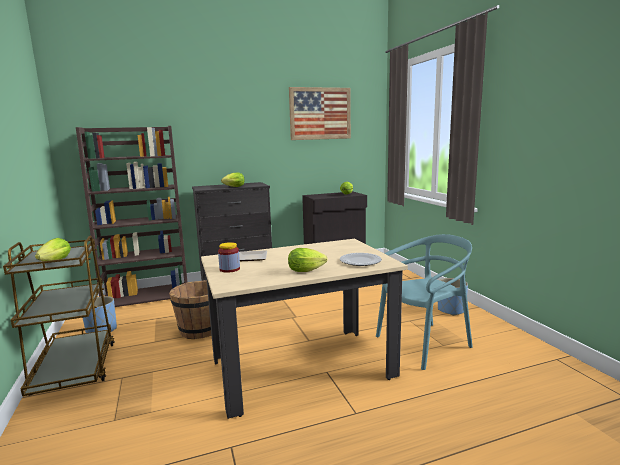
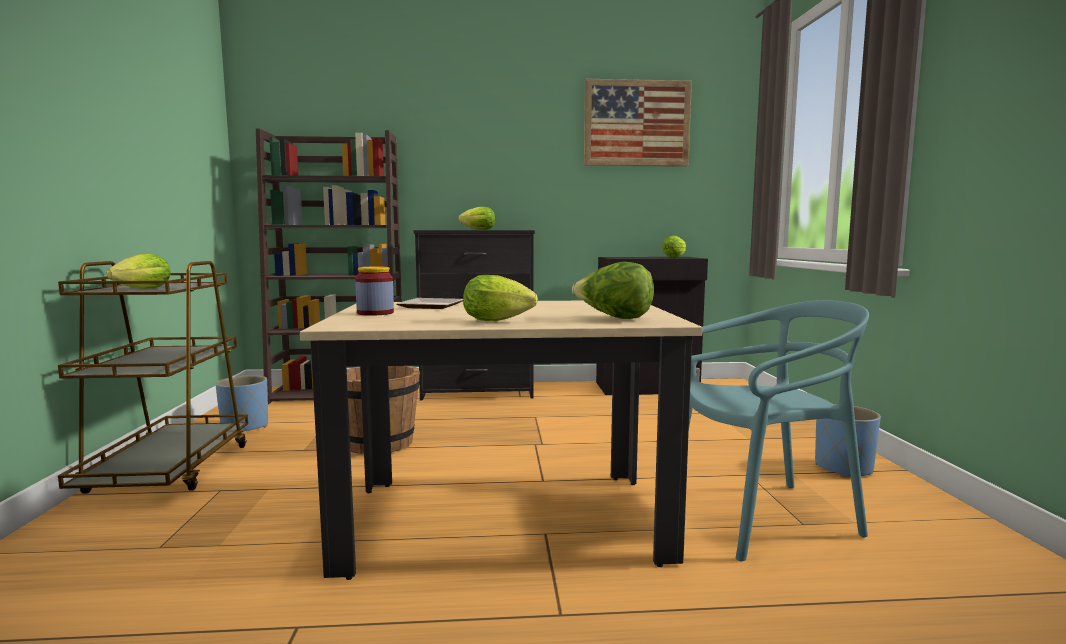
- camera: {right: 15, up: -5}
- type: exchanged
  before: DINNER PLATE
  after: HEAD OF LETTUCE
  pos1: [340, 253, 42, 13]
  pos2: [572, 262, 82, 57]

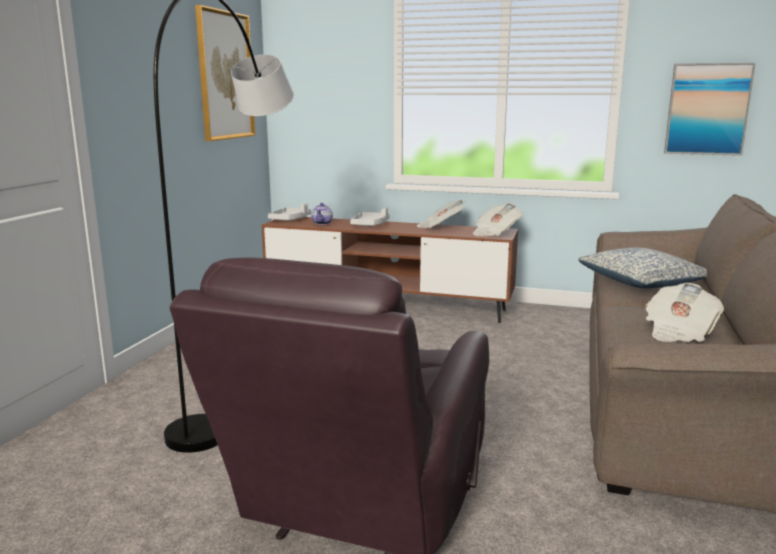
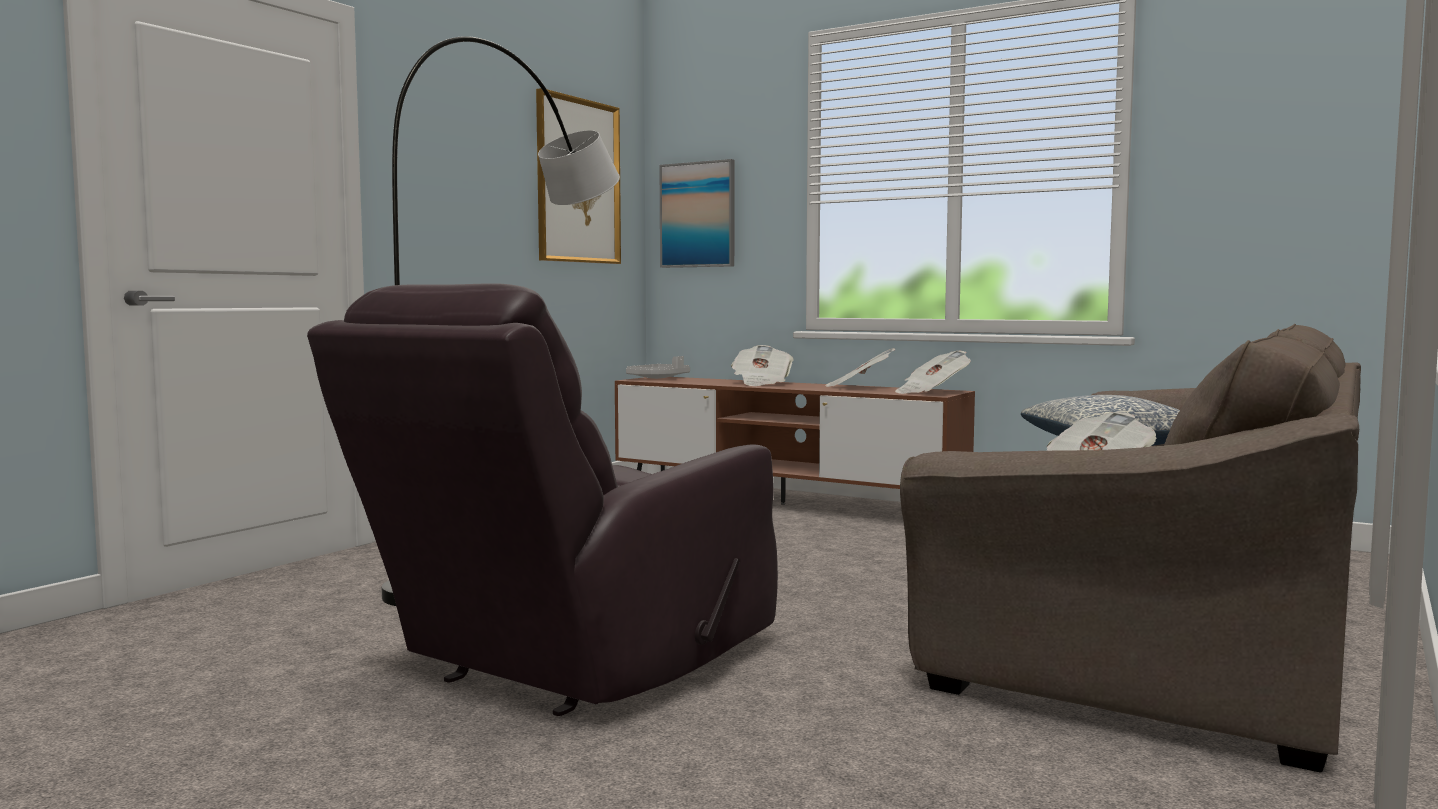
- camera: {right: 15, up: -10}
- type: relocated
  before: PICTURE
  pos1: [664, 63, 92, 93]
  pos2: [660, 159, 75, 109]
- type: missing
  before: TEAPOT
  pos1: [311, 203, 22, 22]
- type: exchanged
  before: GRAY TRAY
  after: PRINTED PAPER
  pos1: [350, 207, 40, 19]
  pos2: [731, 345, 63, 41]

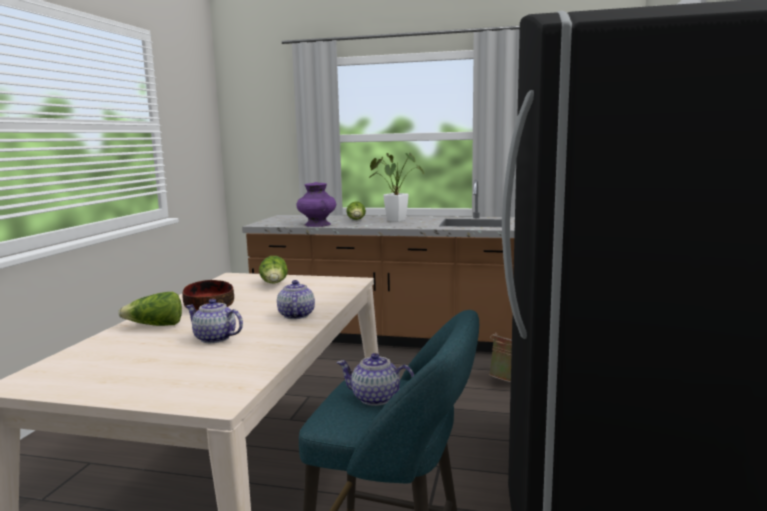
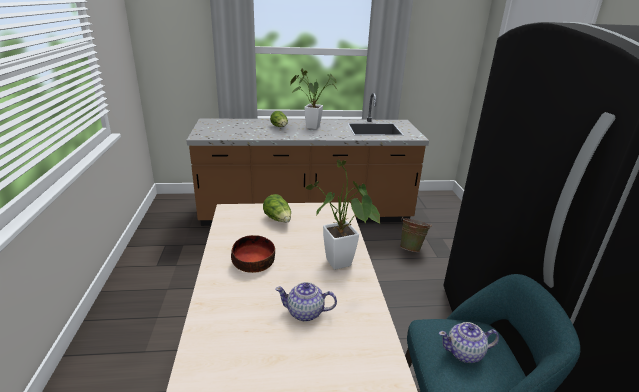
- camera: {right: -20, up: 15}
- type: missing
  before: PURPLISH DECORATIVE VASE
  pos1: [296, 182, 40, 45]
- type: exchanged
  before: TEAPOT
  after: PLANT IN A POT
  pos1: [277, 280, 38, 39]
  pos2: [306, 160, 74, 110]
- type: missing
  before: HEAD OF LETTUCE
  pos1: [118, 292, 64, 34]

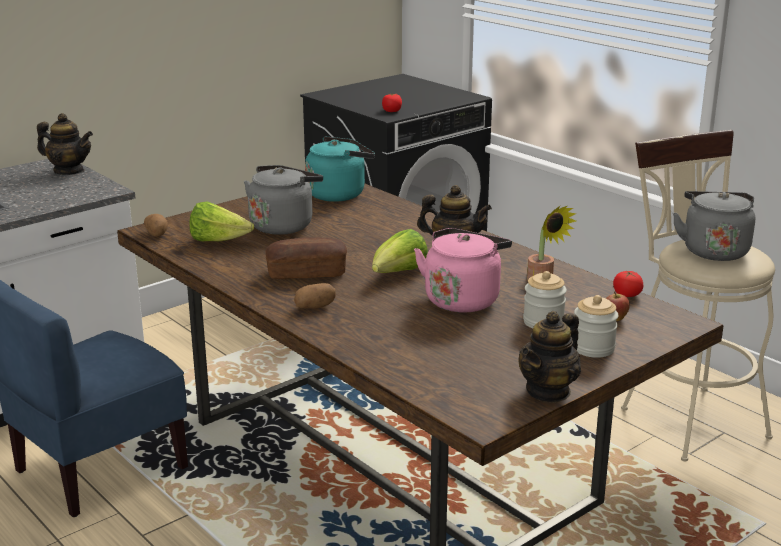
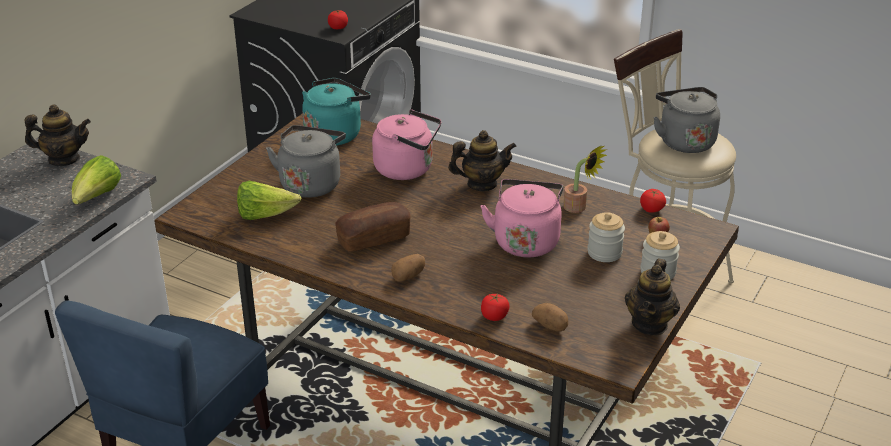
- camera: {right: -20, up: 10}
- type: relocated
  before: SPUD
  pos1: [144, 214, 24, 23]
  pos2: [532, 303, 36, 28]
- type: relocated
  before: HEAD OF LETTUCE
  pos1: [372, 229, 56, 44]
  pos2: [72, 155, 49, 49]
- type: appeared
  after: PINK KETTLE
  pos2: [372, 109, 69, 71]
- type: appeared
  after: WHOLE TOMATO
  pos2: [481, 294, 28, 27]

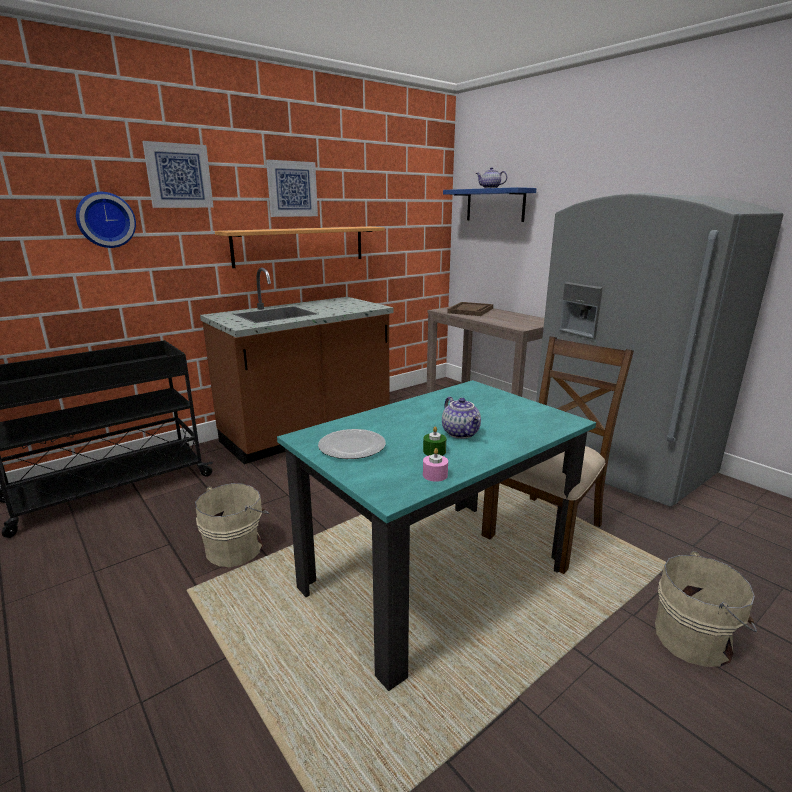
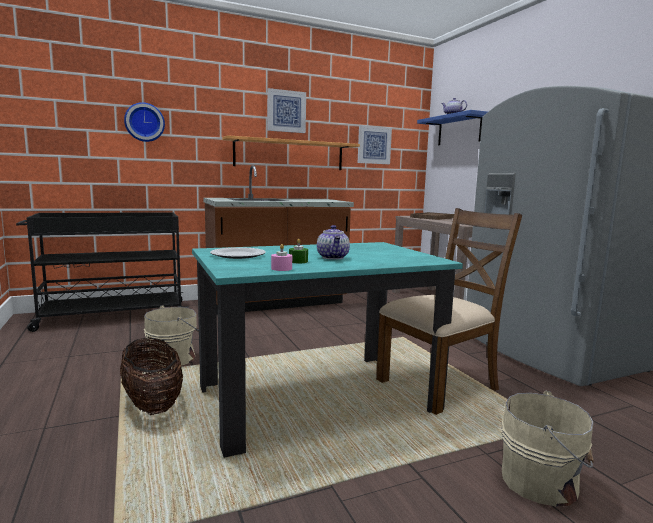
- camera: {right: 15, up: -10}
- type: relocated
  before: PICTURE
  pos1: [142, 141, 72, 67]
  pos2: [358, 125, 34, 39]
- type: appeared
  after: STORAGE BASKET
  pos2: [120, 337, 63, 78]

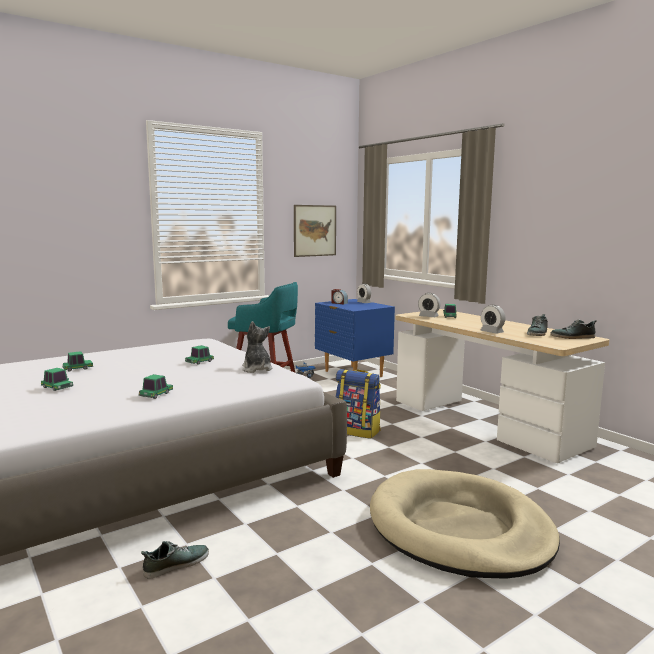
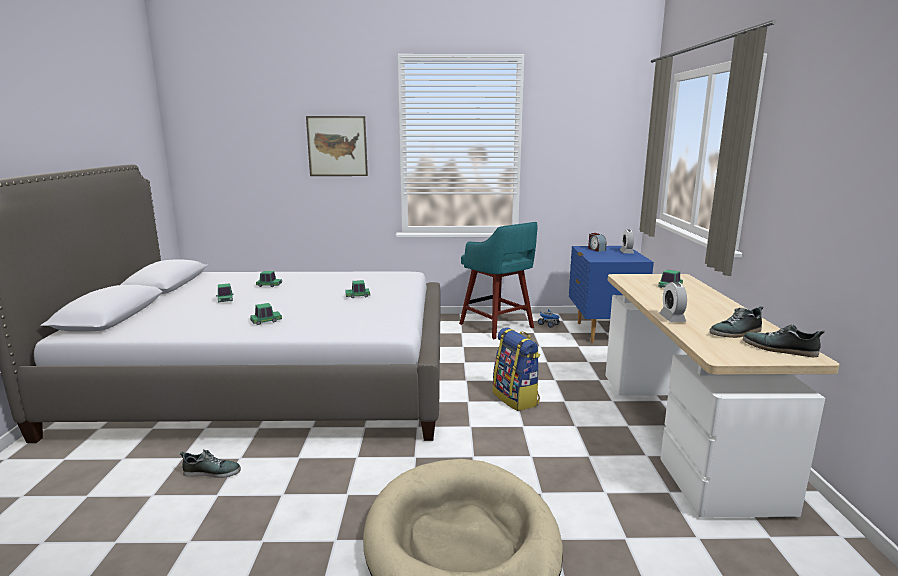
- camera: {right: 35, up: 5}
- type: relocated
  before: PICTURE
  pos1: [294, 205, 42, 52]
  pos2: [306, 116, 62, 60]
- type: missing
  before: ALARM CLOCK
  pos1: [418, 293, 23, 24]
- type: missing
  before: SOFT TOY
  pos1: [242, 321, 31, 52]

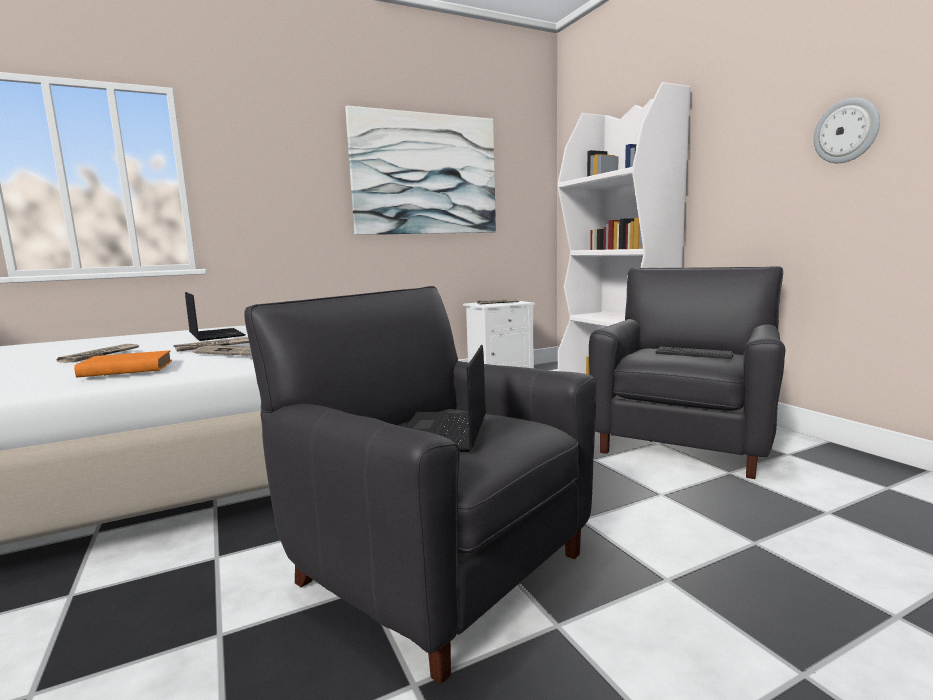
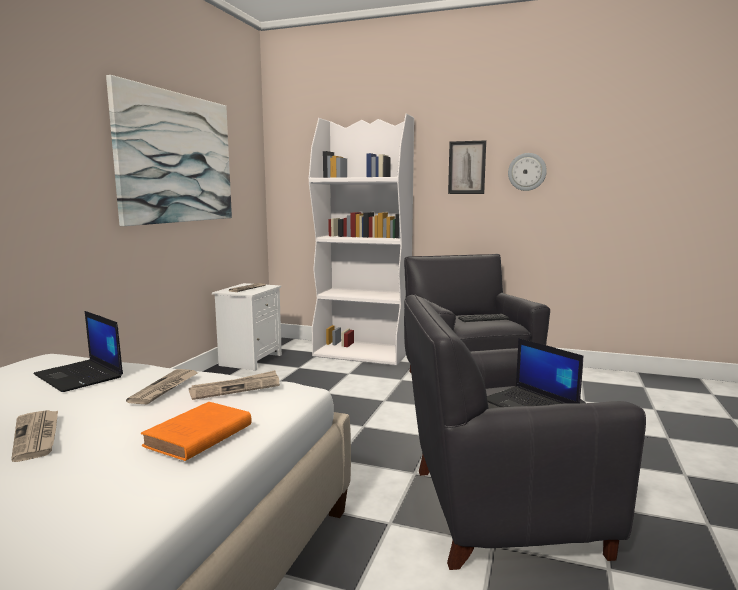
- camera: {right: -45, up: 0}
- type: spun
  before: PORTABLE COMPUTER
  pos1: [185, 292, 60, 49]
  pos2: [34, 311, 89, 81]
  turn: -150
- type: appeared
  after: PICTURE
  pos2: [448, 140, 38, 54]

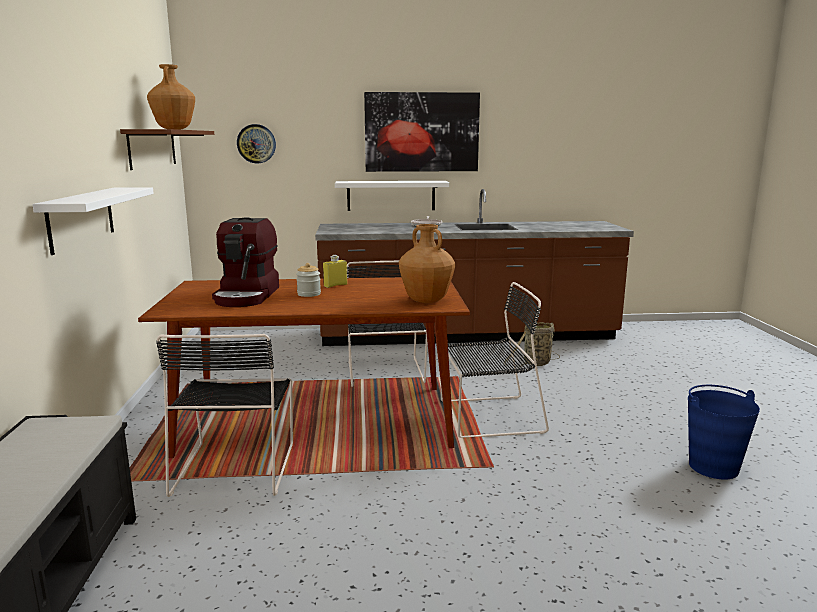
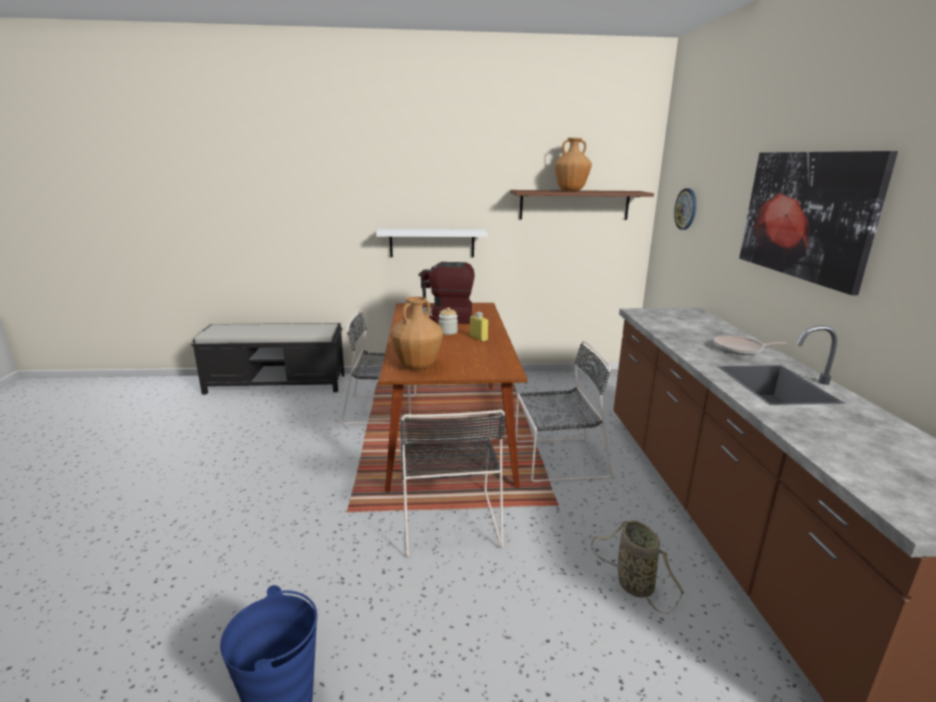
- camera: {right: 90, up: 5}
- type: missing
  before: WHITE WALL SHELF
  pos1: [335, 181, 114, 30]

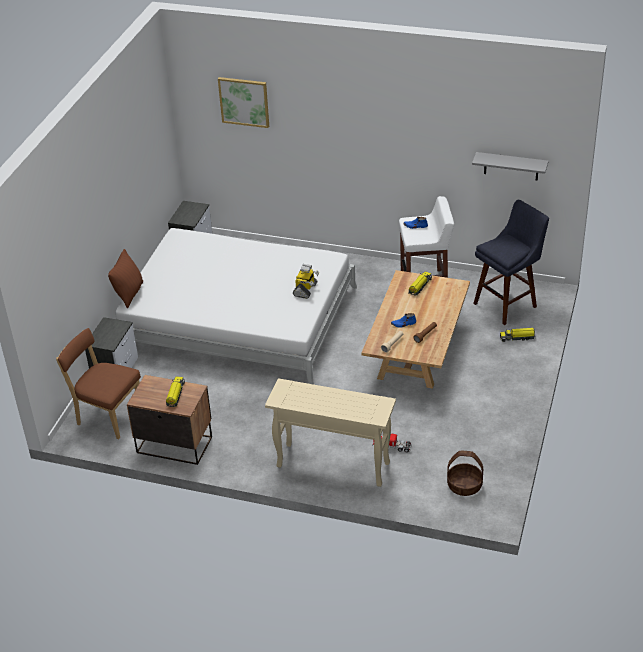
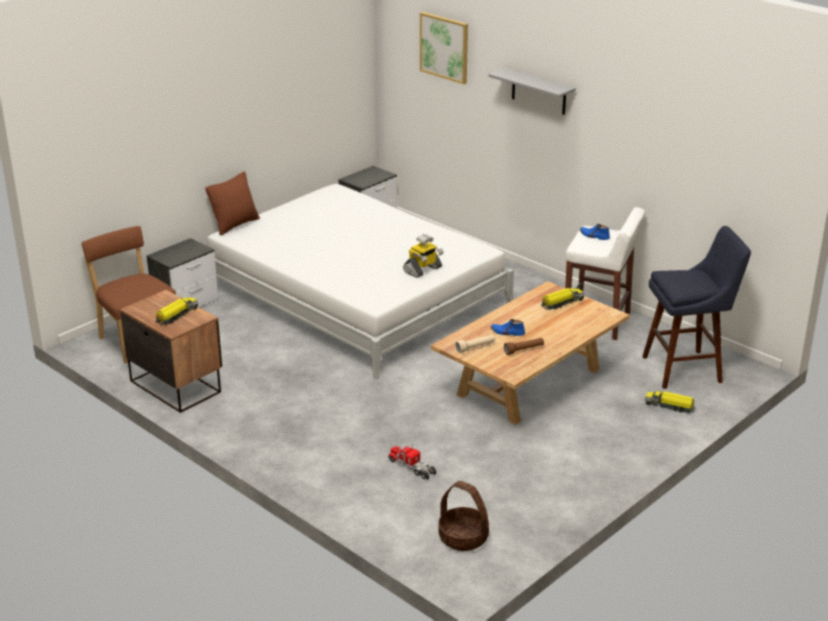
- camera: {right: 25, up: -10}
- type: relocated
  before: GRAY WALL SHELF
  pos1: [472, 152, 77, 29]
  pos2: [488, 68, 88, 47]
- type: missing
  before: BEIGE-COLOURED NARROW TABLE
  pos1: [265, 378, 131, 109]

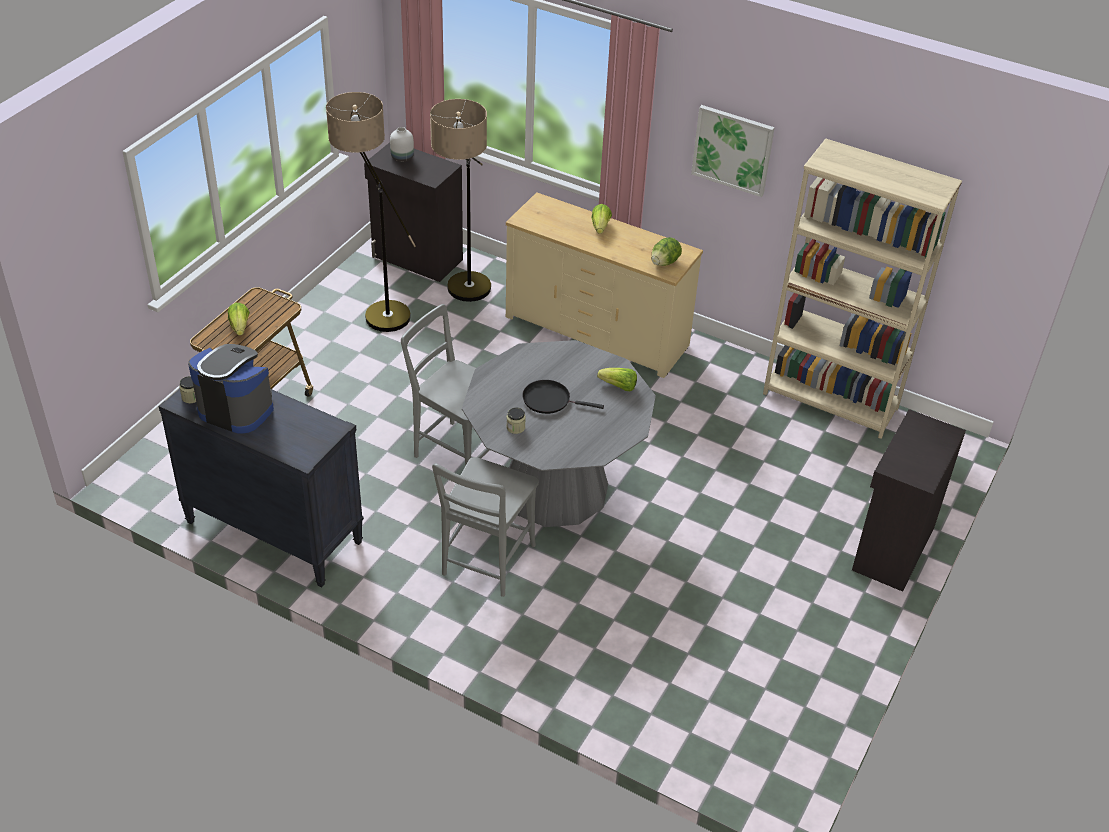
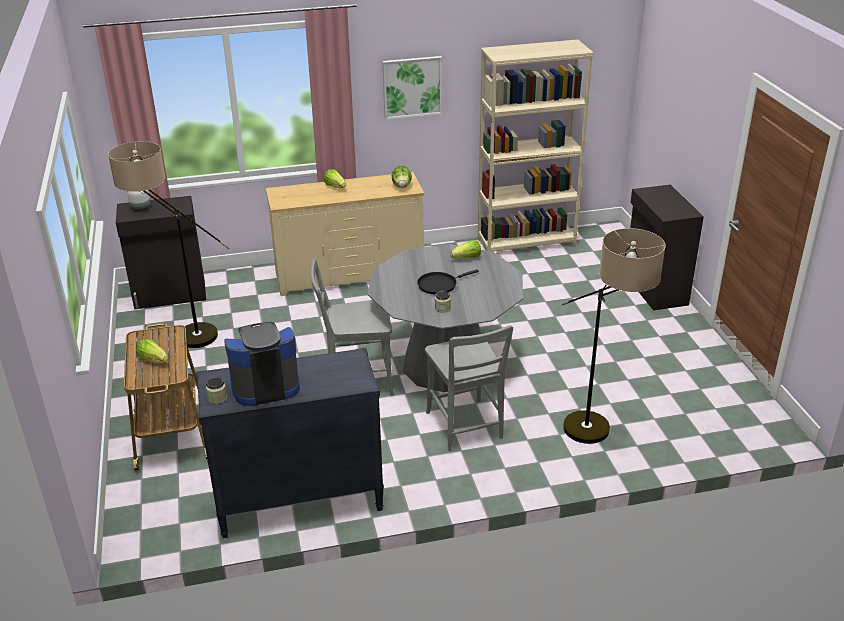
- camera: {right: -40, up: -10}
- type: relocated
  before: STANDARD LAMP
  pos1: [430, 99, 61, 203]
  pos2: [562, 228, 104, 216]

